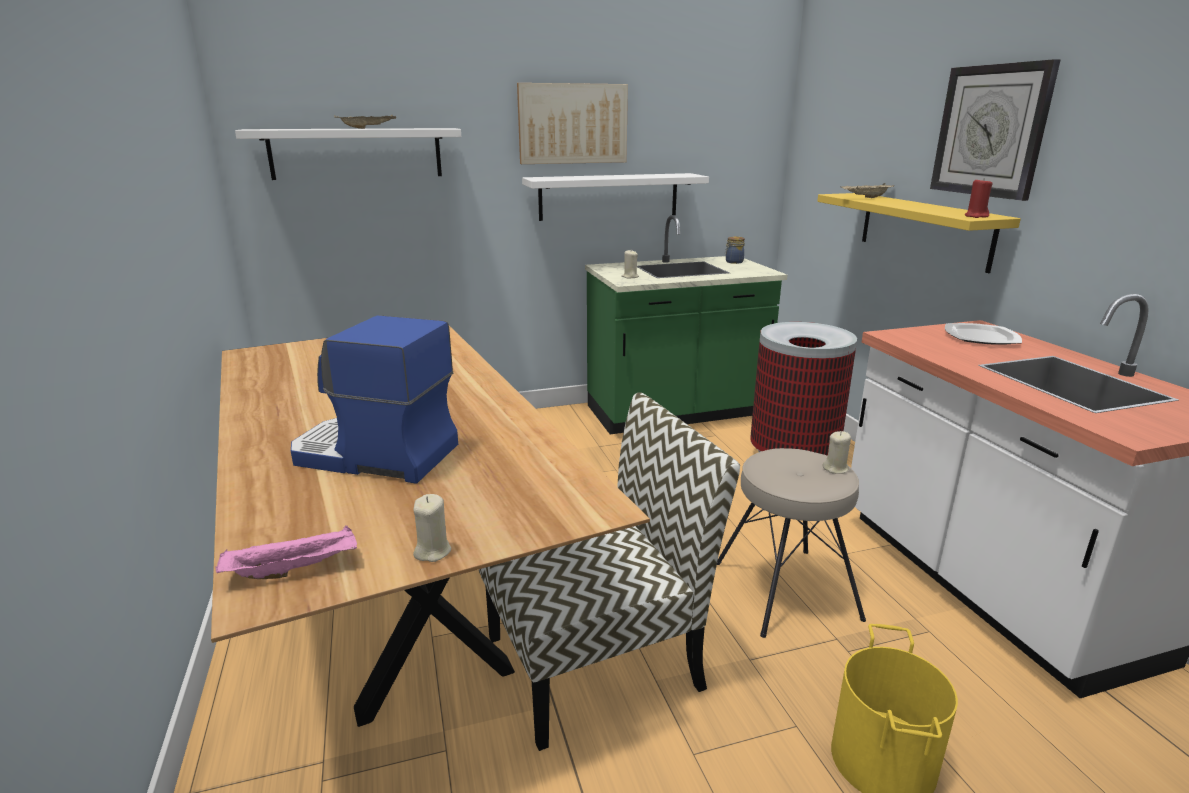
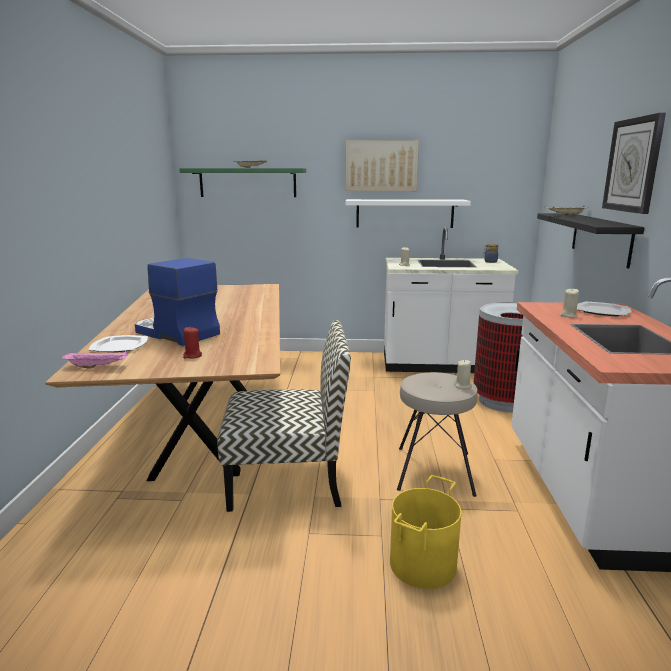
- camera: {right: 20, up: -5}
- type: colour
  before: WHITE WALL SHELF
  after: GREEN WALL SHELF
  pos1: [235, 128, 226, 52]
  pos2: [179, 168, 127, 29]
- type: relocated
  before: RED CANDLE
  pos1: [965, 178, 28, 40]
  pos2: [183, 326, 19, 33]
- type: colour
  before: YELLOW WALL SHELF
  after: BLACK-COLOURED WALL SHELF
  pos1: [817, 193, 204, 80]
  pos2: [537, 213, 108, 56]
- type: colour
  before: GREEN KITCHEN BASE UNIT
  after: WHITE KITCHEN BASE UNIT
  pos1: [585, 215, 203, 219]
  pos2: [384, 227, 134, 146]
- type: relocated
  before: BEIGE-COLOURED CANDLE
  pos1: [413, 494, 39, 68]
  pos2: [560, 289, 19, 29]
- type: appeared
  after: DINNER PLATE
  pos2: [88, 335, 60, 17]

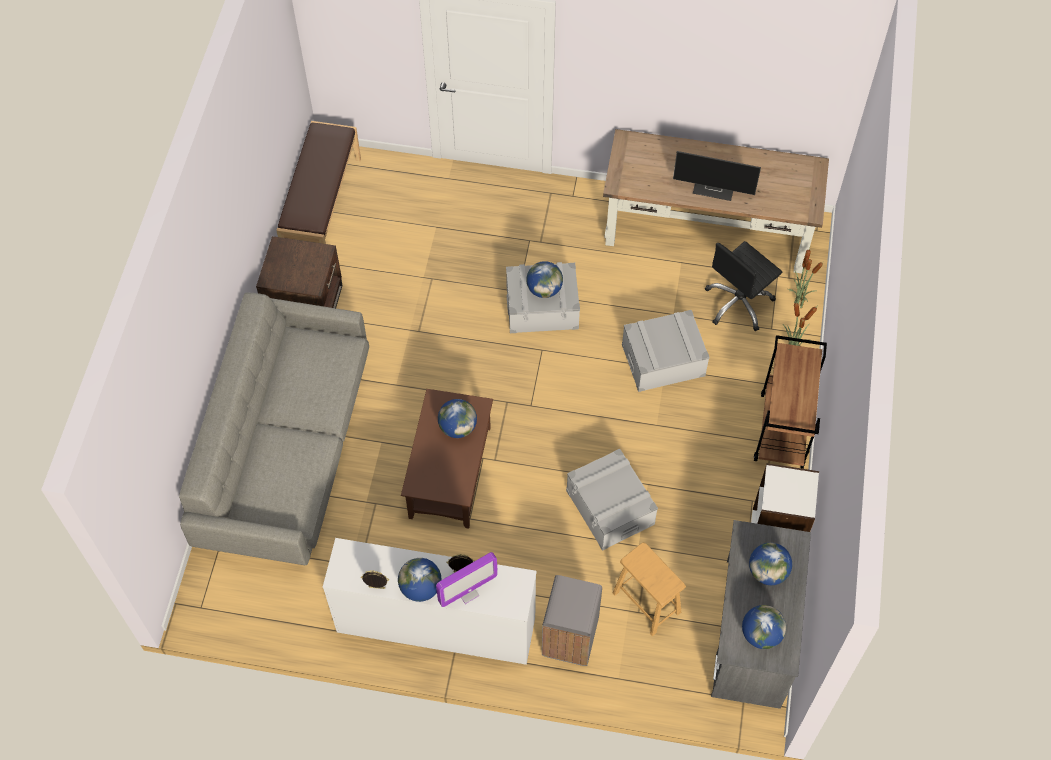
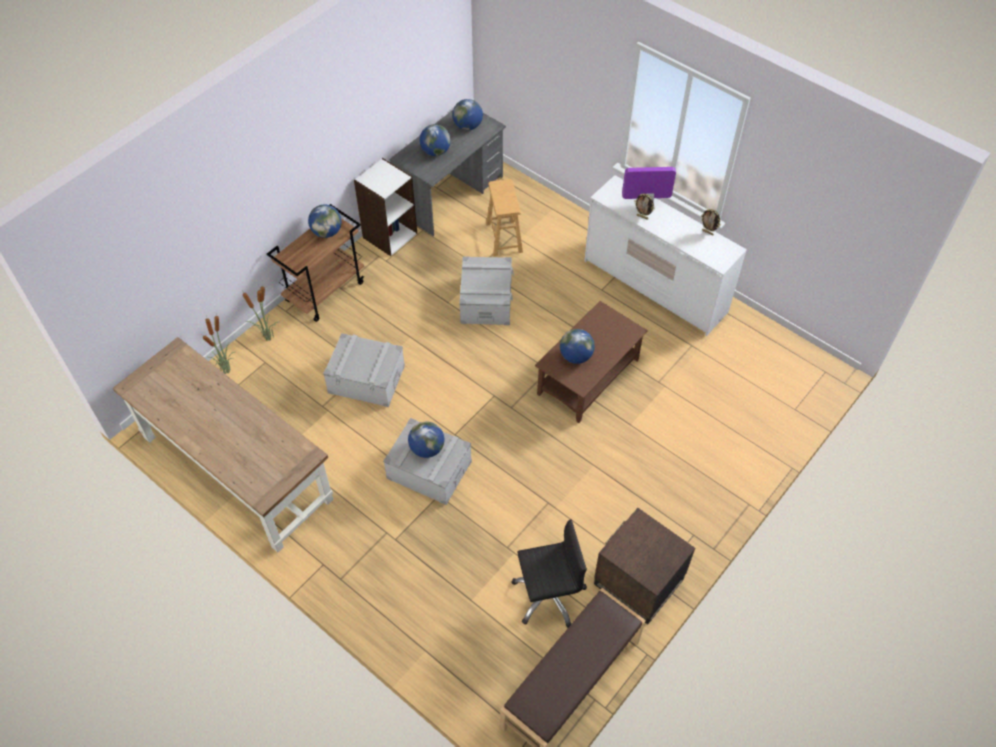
- camera: {right: -150, up: -5}
- type: missing
  before: MONITOR
  pos1: [673, 151, 88, 50]
- type: relocated
  before: BLACK-COLOURED OFFICE CHAIR
  pos1: [705, 241, 77, 90]
  pos2: [512, 519, 75, 109]
- type: missing
  before: GRAY SOFA
  pos1: [179, 292, 190, 273]
- type: relocated
  before: GLOBE
  pos1: [398, 558, 44, 44]
  pos2: [308, 205, 34, 33]
- type: missing
  before: GRAY TRASH CAN
  pos1: [542, 575, 60, 91]

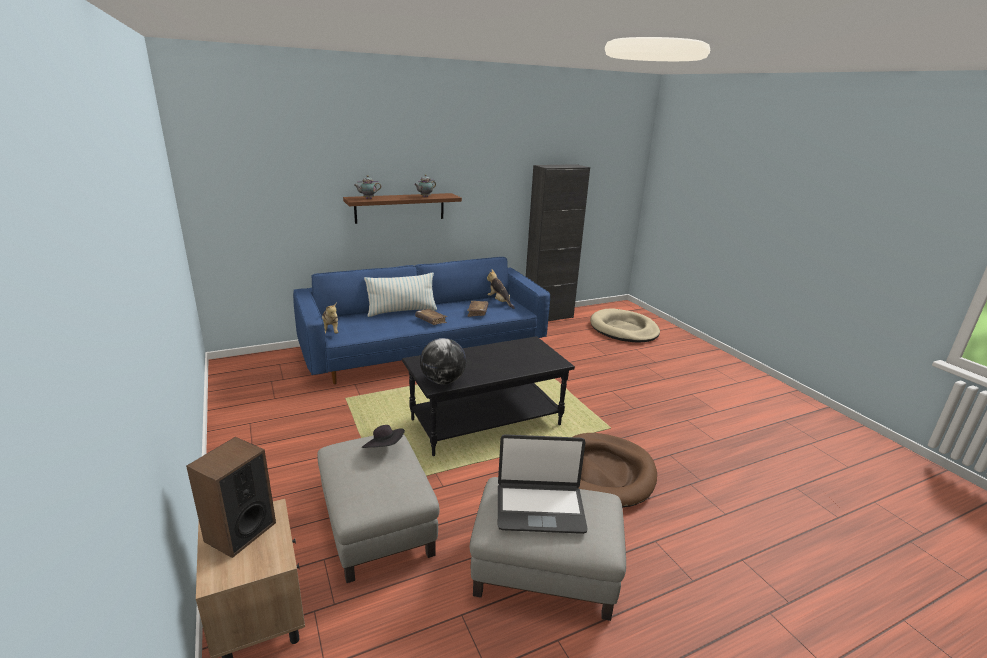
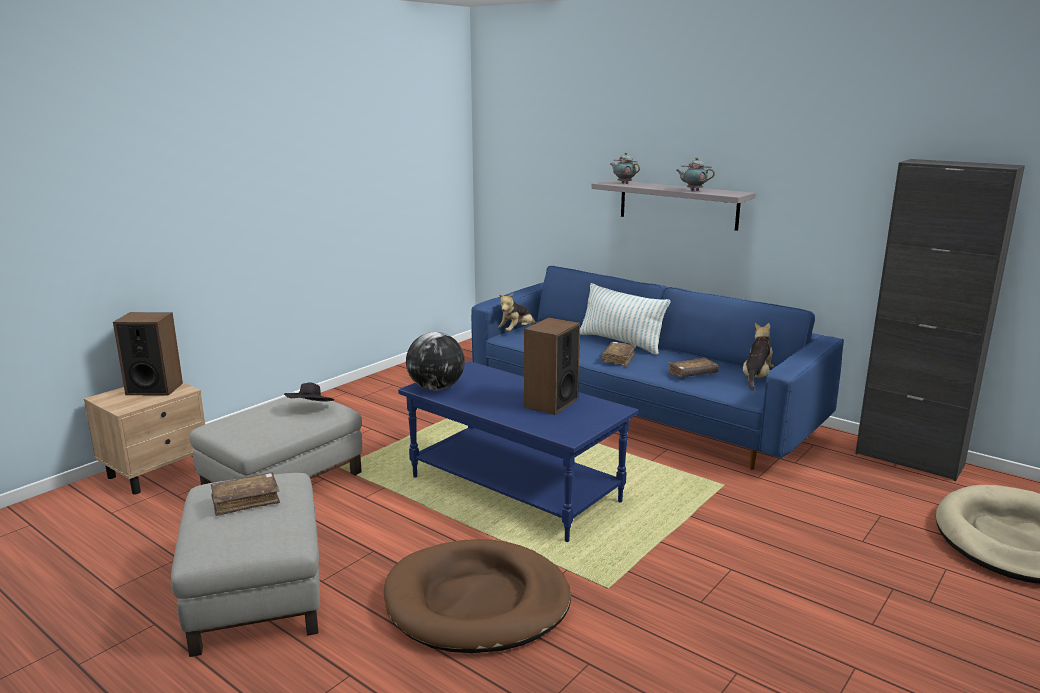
- camera: {right: 65, up: -5}
- type: colour
  before: BROWNISH WALL SHELF
  after: GRAY WALL SHELF
  pos1: [343, 193, 119, 31]
  pos2: [591, 180, 164, 51]
- type: colour
  before: BLACK-COLOURED LOUNGE TABLE
  after: BLUE LOUNGE TABLE
  pos1: [402, 336, 173, 120]
  pos2: [398, 361, 241, 181]
- type: exchanged
  before: PORTABLE COMPUTER
  after: BROWNISH BOUND BOOK
  pos1: [498, 434, 90, 100]
  pos2: [211, 473, 69, 43]
- type: appeared
  after: SPEAKER
  pos2: [524, 317, 56, 98]

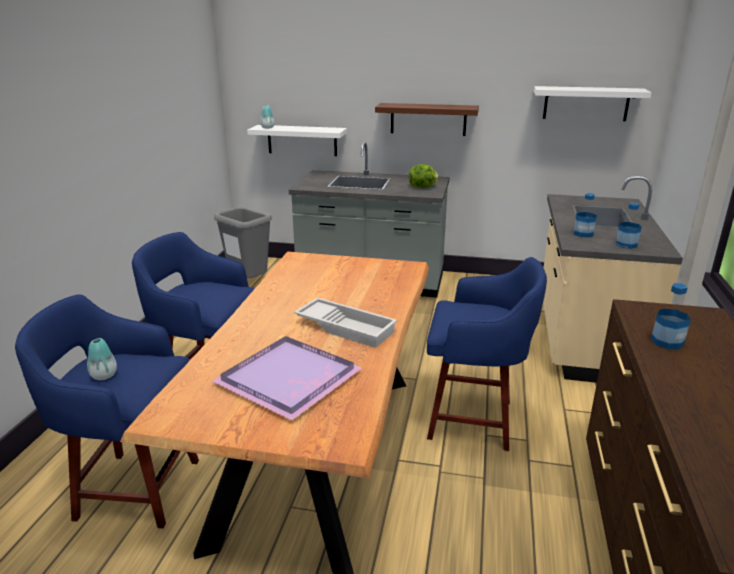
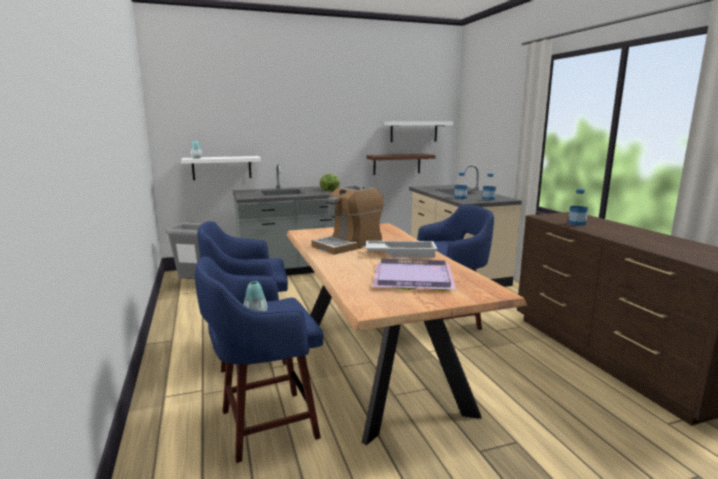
- camera: {right: -30, up: -10}
- type: relocated
  before: BROWNISH WALL SHELF
  pos1: [375, 103, 104, 33]
  pos2: [367, 154, 69, 21]
- type: appeared
  after: COFFEE BREWER
  pos2: [311, 185, 73, 70]

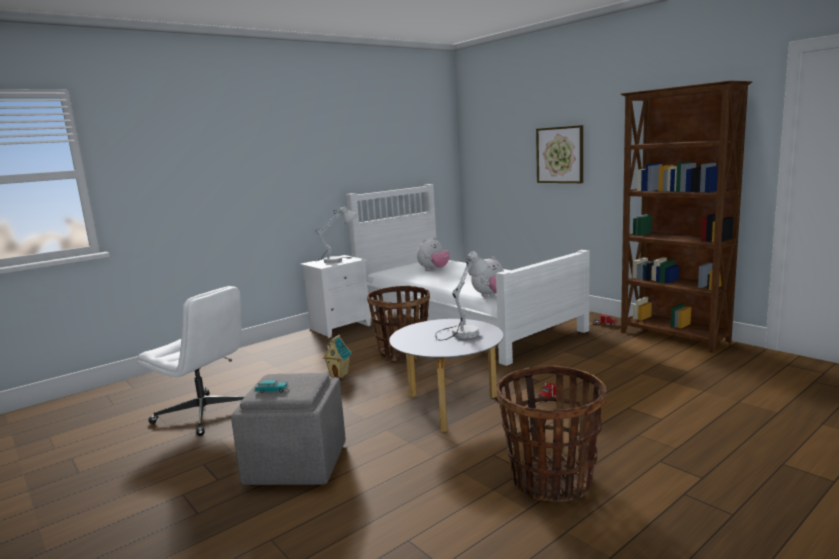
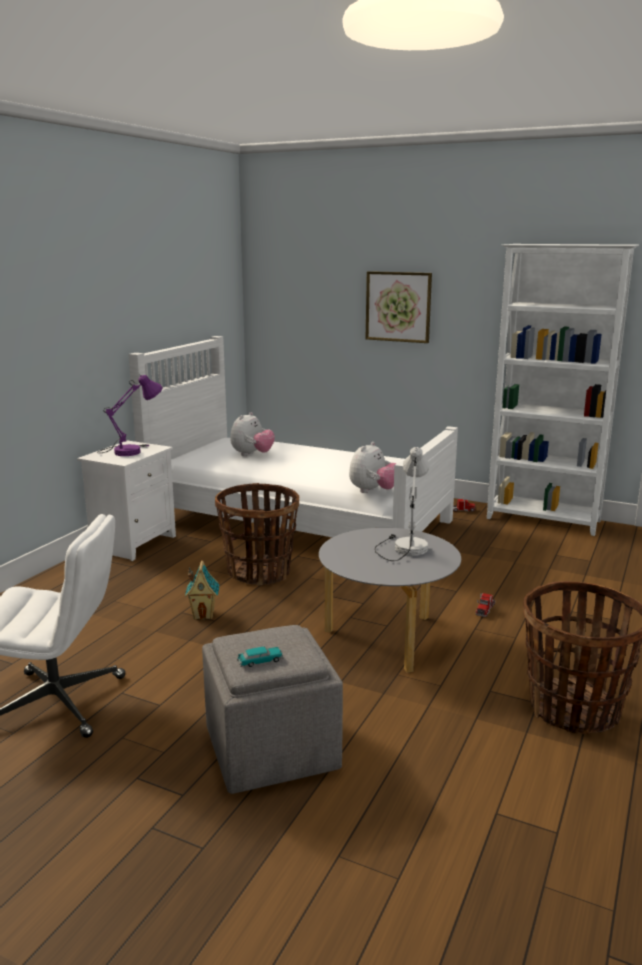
- camera: {right: -25, up: 5}
- type: colour
  before: BROWNISH SHELVING UNIT
  after: WHITE SHELVING UNIT
  pos1: [621, 81, 131, 272]
  pos2: [487, 244, 152, 292]
- type: colour
  before: WHITE TABLE LAMP
  after: PURPLISH TABLE LAMP
  pos1: [315, 207, 42, 56]
  pos2: [97, 374, 65, 82]

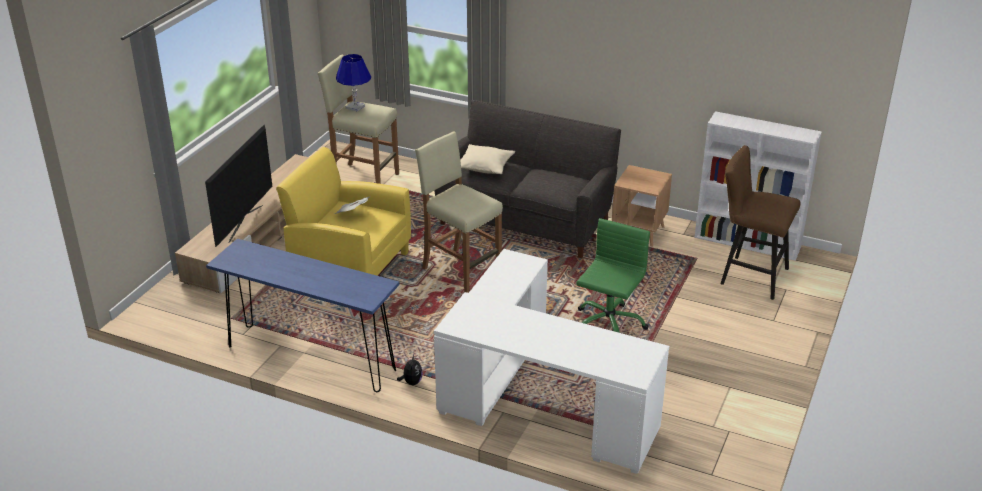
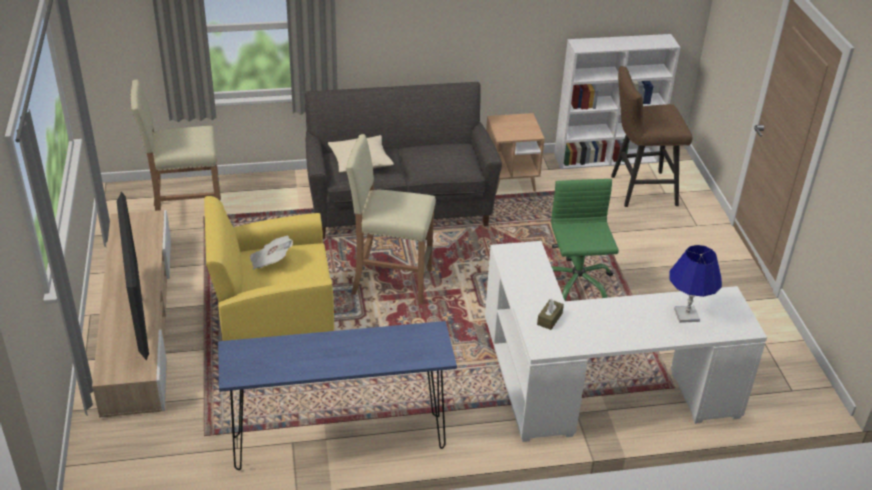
- camera: {right: -35, up: 5}
- type: relocated
  before: BLUE TABLE LAMP
  pos1: [336, 54, 35, 57]
  pos2: [669, 245, 53, 78]
- type: missing
  before: SOFT TOY
  pos1: [397, 355, 26, 30]
- type: appeared
  after: BROWNISH BOX OF TISSUES
  pos2: [537, 299, 27, 31]

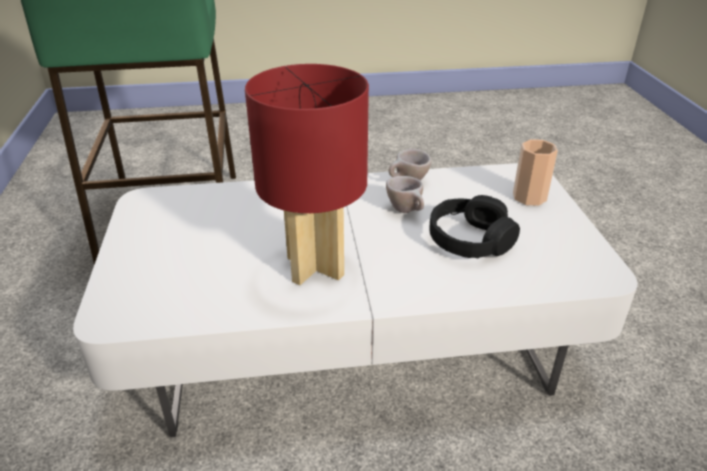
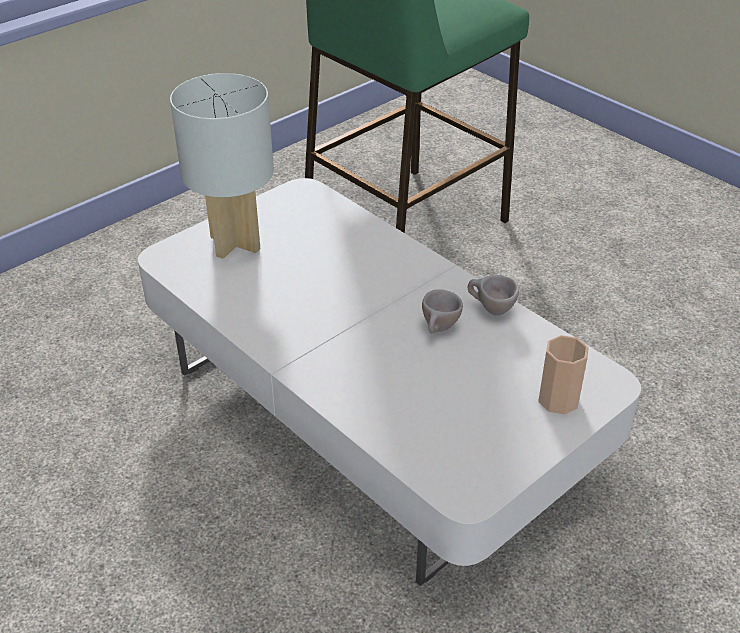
- camera: {right: 55, up: 5}
- type: missing
  before: RED TABLE LAMP
  pos1: [245, 64, 124, 221]
- type: missing
  before: BLACK-COLOURED PAIR OF HEADPHONES
  pos1: [430, 195, 90, 63]
- type: appeared
  after: WHITE TABLE LAMP
  pos2: [170, 73, 104, 186]

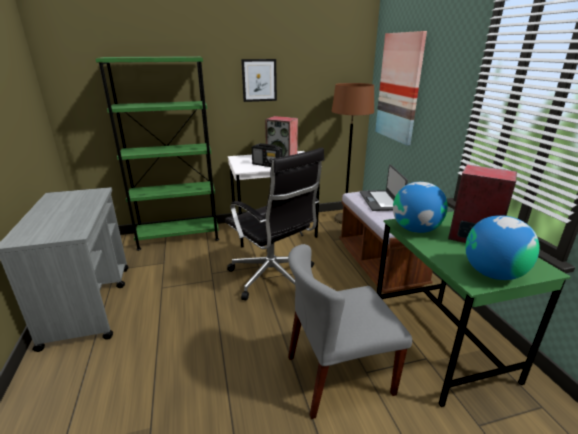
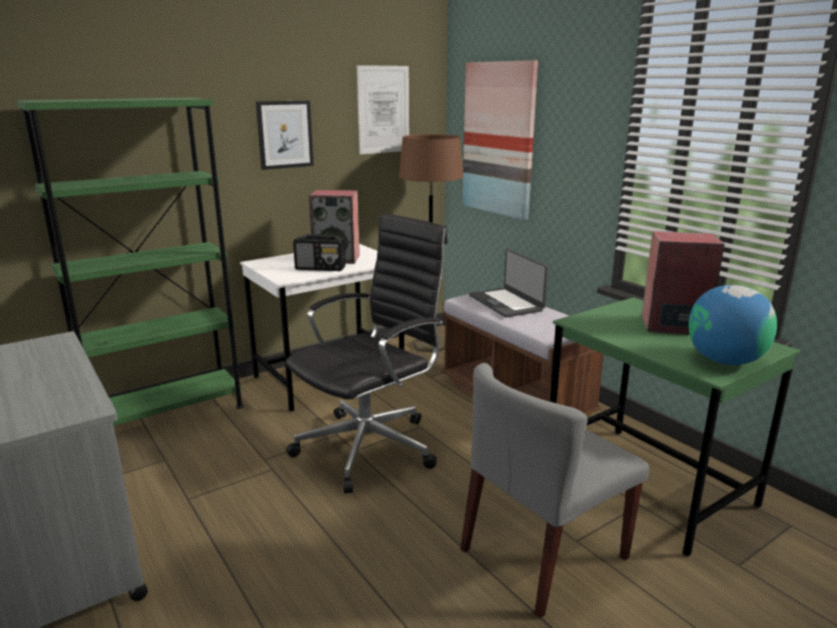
- camera: {right: -20, up: -5}
- type: spun
  before: BLACK-COLOURED OFFICE CHAIR
  pos1: [225, 148, 99, 152]
  pos2: [286, 213, 162, 280]
  turn: -75
- type: missing
  before: GLOBE
  pos1: [393, 182, 55, 51]
- type: appeared
  after: PICTURE
  pos2: [357, 65, 52, 89]

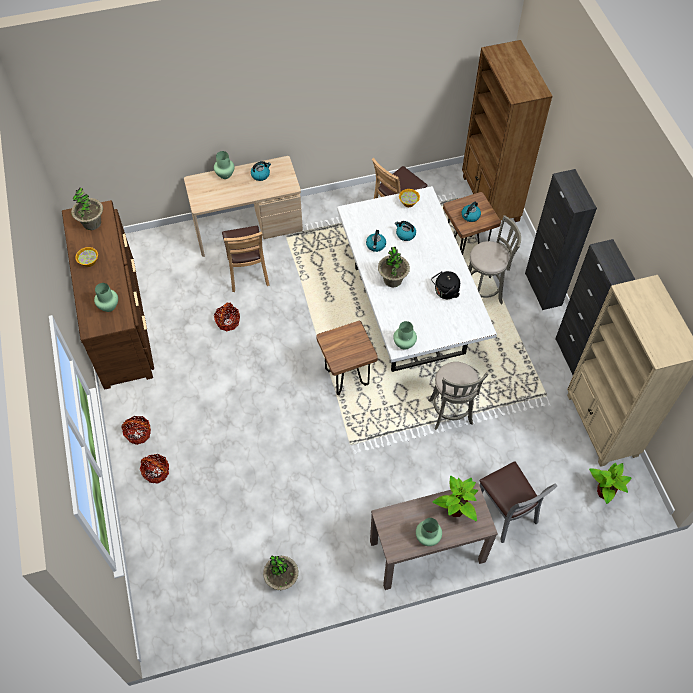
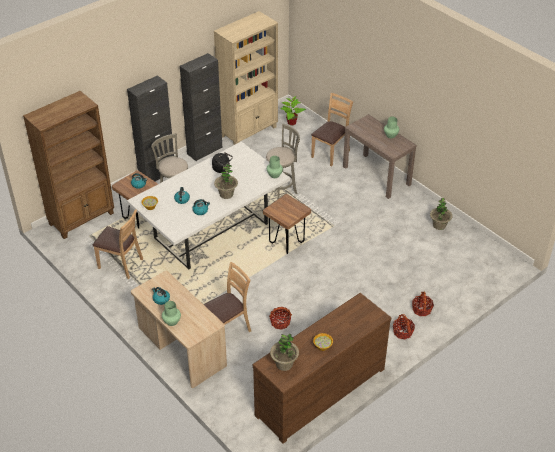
- camera: {right: -115, up: -15}
- type: missing
  before: GREEN DECORATIVE VASE
  pos1: [94, 283, 24, 29]
- type: colour
  before: GRAY UPRIGHT CHAIR
  after: BROWNISH UPRIGHT CHAIR
  pos1: [479, 462, 78, 81]
  pos2: [311, 93, 42, 73]
- type: missing
  before: PLANT IN A POT
  pos1: [433, 476, 45, 45]

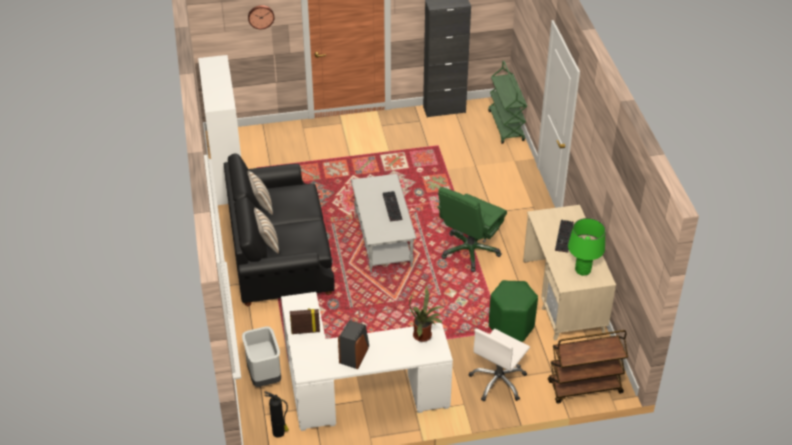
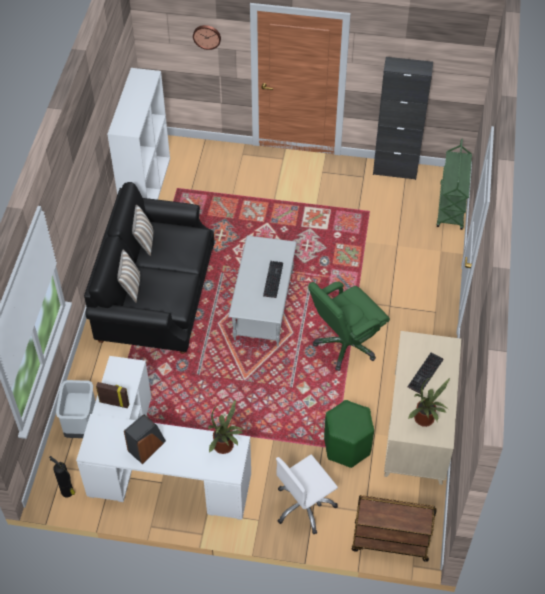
- camera: {right: 20, up: 10}
- type: exchanged
  before: GREEN TABLE LAMP
  after: PLANT IN A POT
  pos1: [568, 218, 37, 58]
  pos2: [408, 377, 42, 50]

